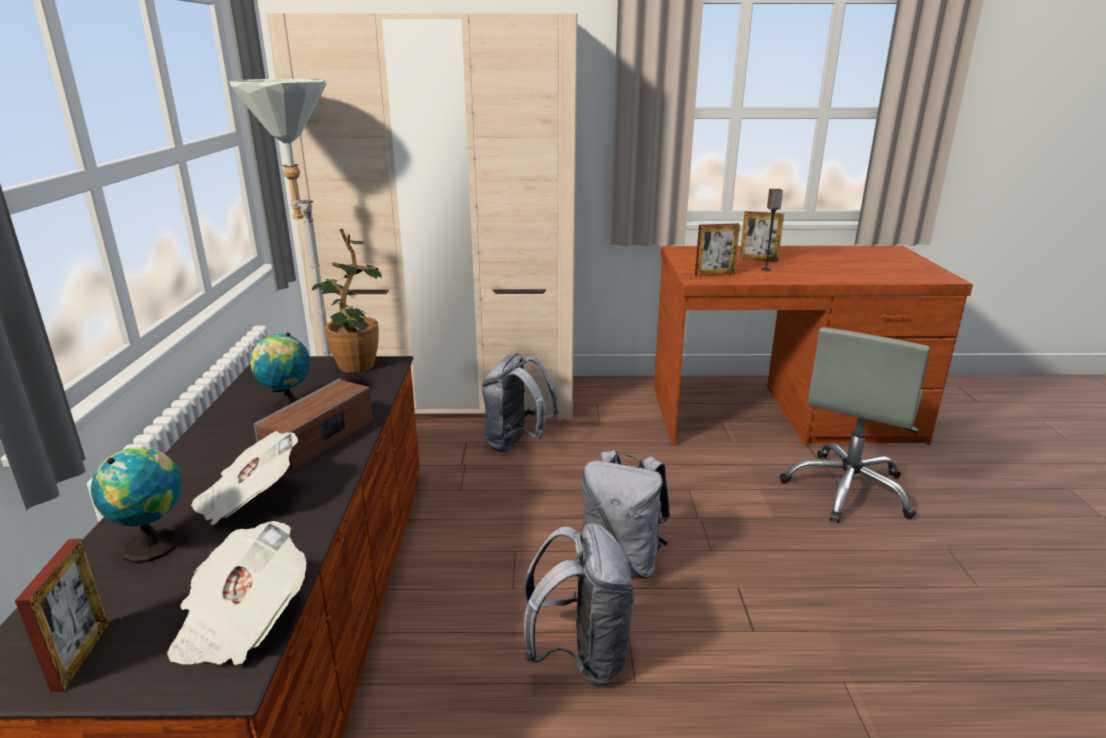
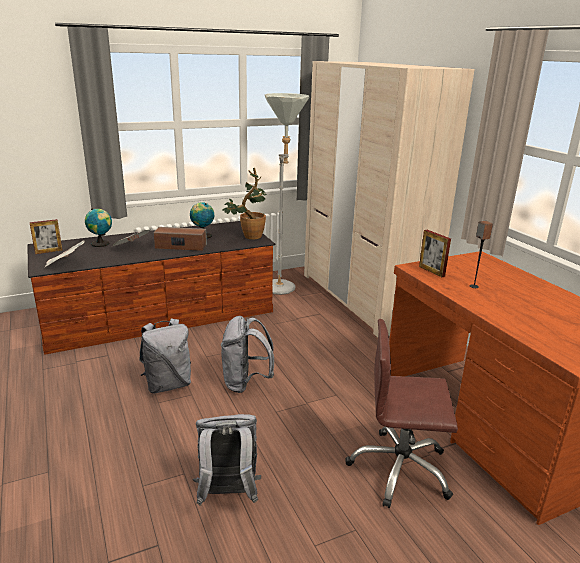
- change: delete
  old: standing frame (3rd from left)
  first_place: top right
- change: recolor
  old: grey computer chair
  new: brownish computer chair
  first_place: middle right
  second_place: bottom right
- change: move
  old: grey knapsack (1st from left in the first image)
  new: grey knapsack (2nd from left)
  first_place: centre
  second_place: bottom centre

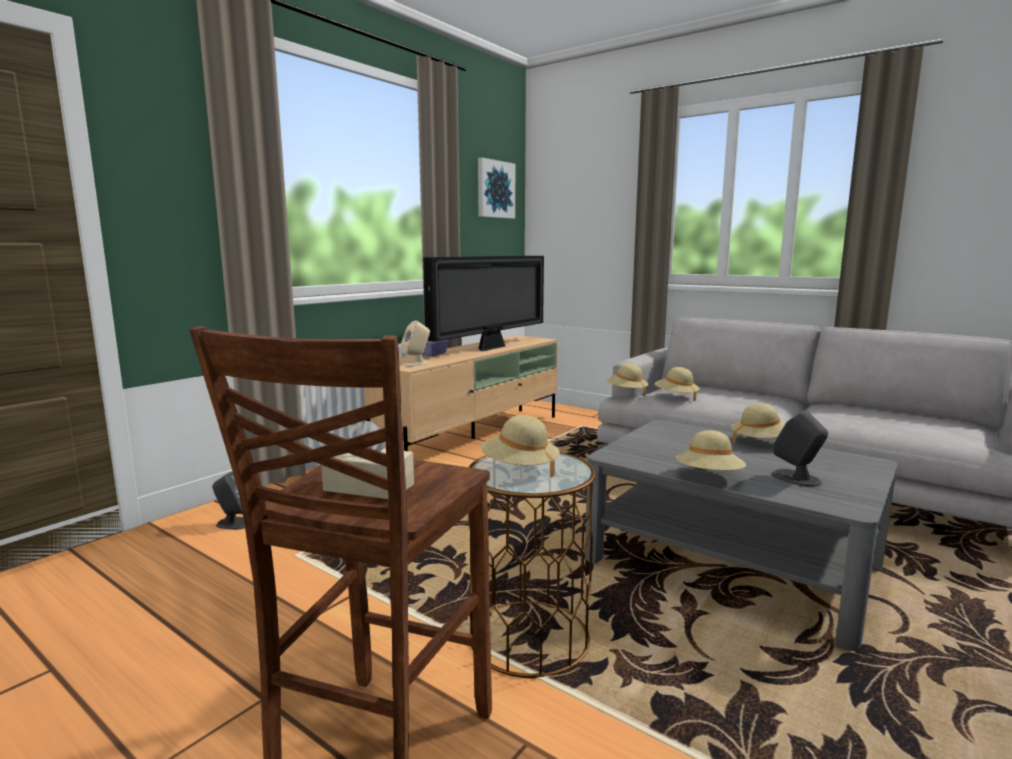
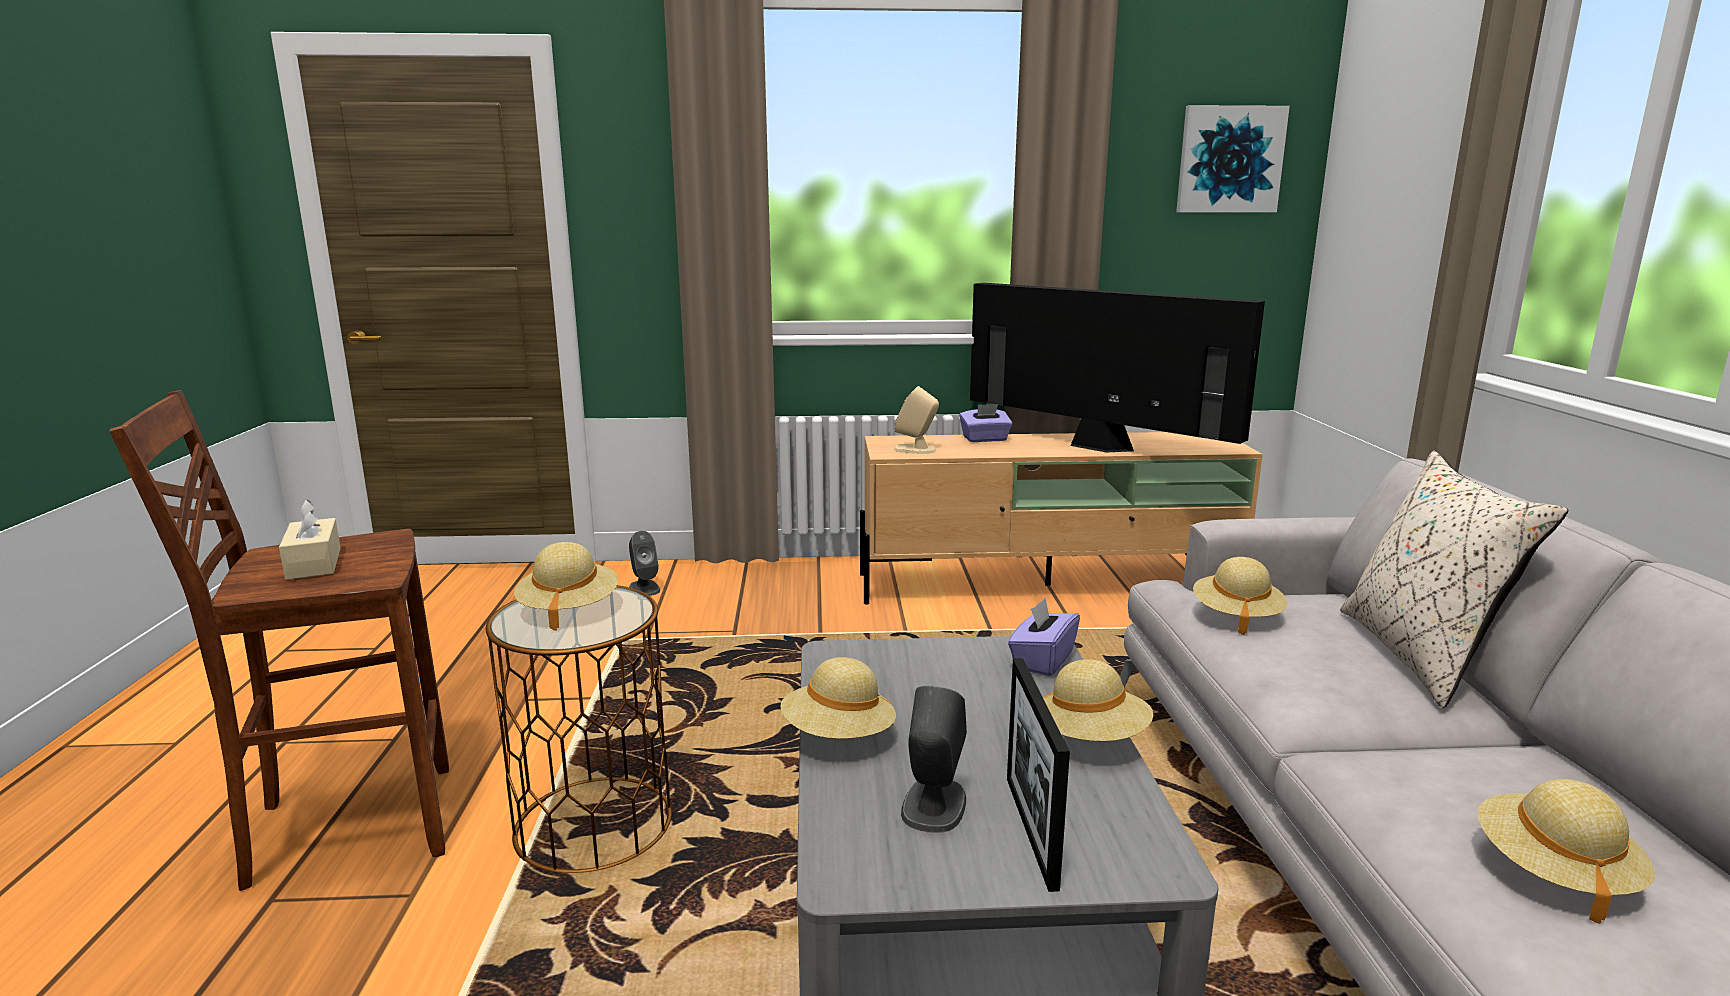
- change: rotate
  old: television
  first_place: centre
  second_place: centre
  degrees: -135
- change: move
  old: beige-coloured wearable hat (2nd from left in the first image)
  new: beige-coloured wearable hat (5th from left)
  first_place: centre
  second_place: bottom right
- change: insert
  new: beige-coloured throw pillow
  second_place: middle right
- change: insert
  new: purplish box of tissues (2nd from left)
  second_place: centre
- change: insert
  new: standing frame
  second_place: bottom centre

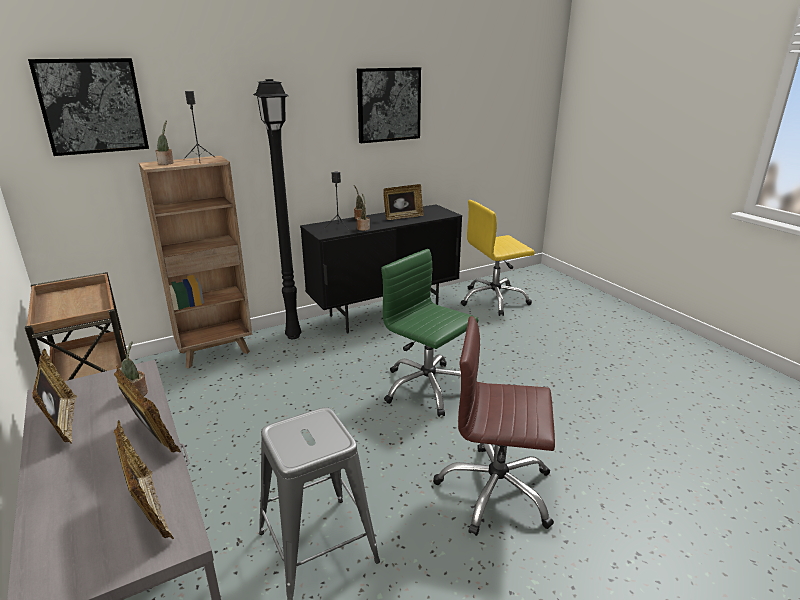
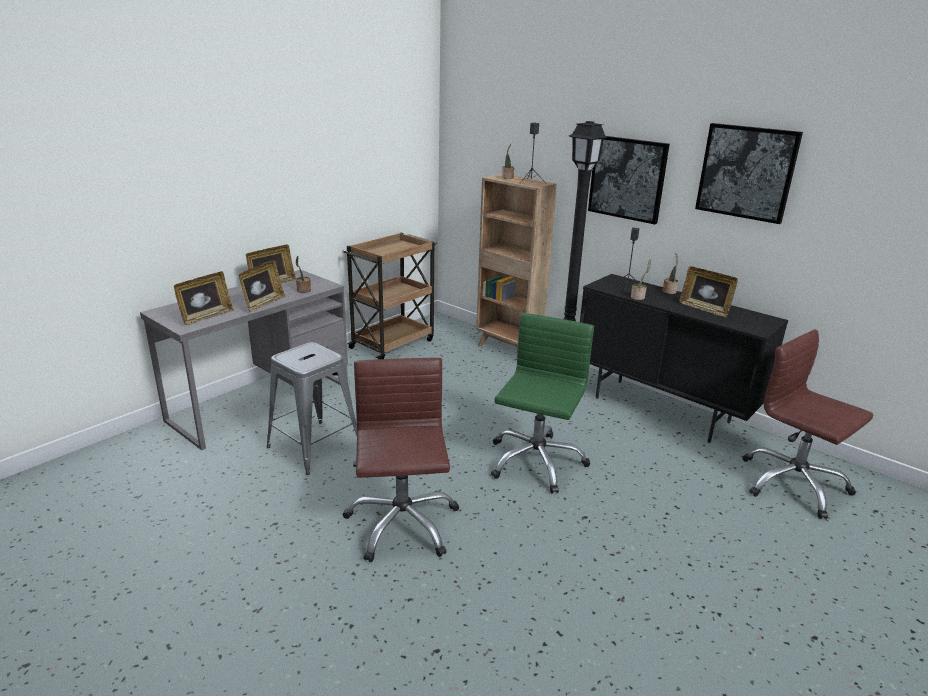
- change: move
  old: wall picture (1st from left)
  first_place: top left
  second_place: top right
- change: recolor
  old: yellowish computer chair
  new: brownish computer chair (2nd from left)
  first_place: centre
  second_place: middle right

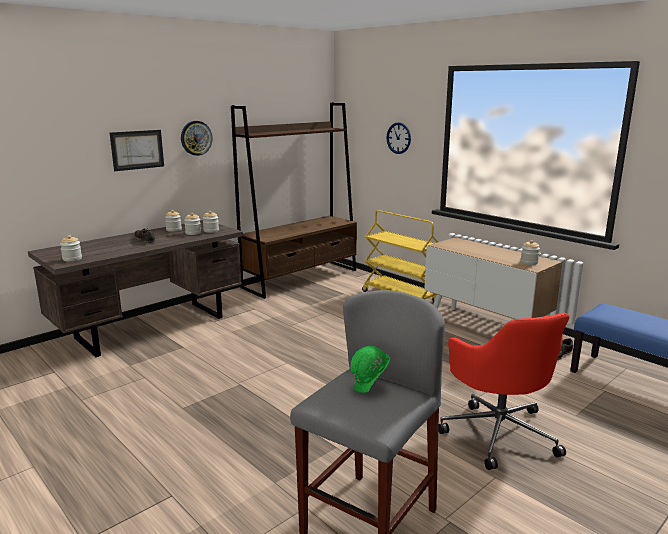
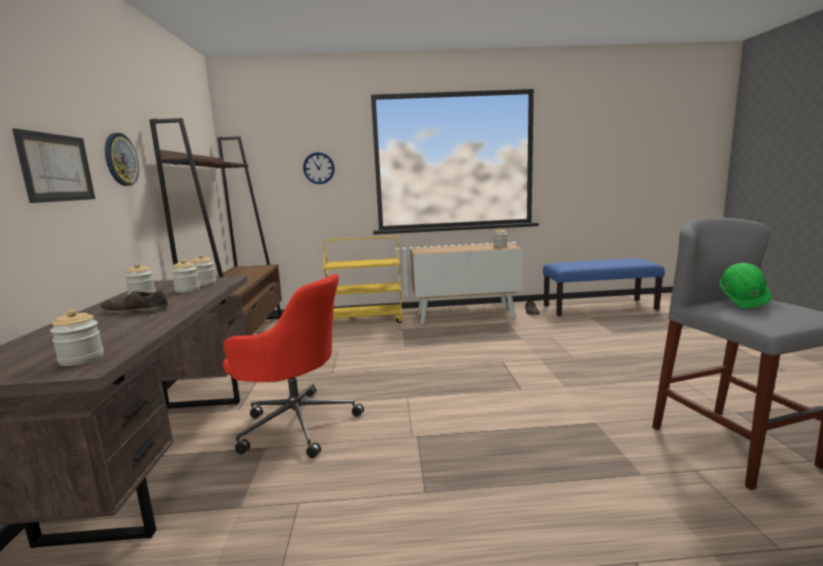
- change: move
  old: reddish computer chair
  first_place: bottom right
  second_place: centre

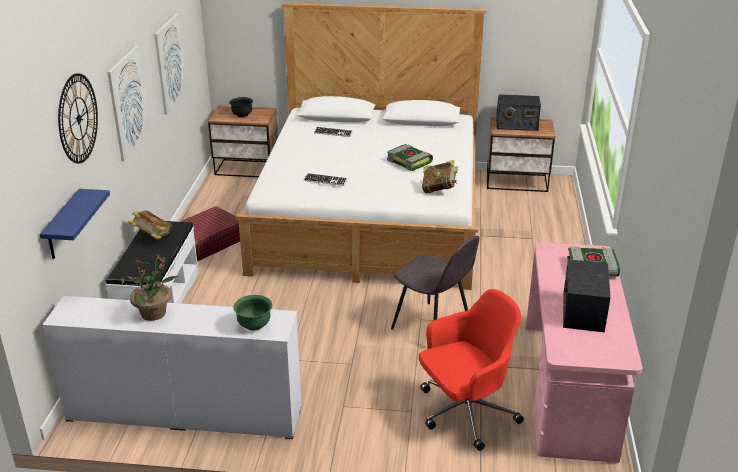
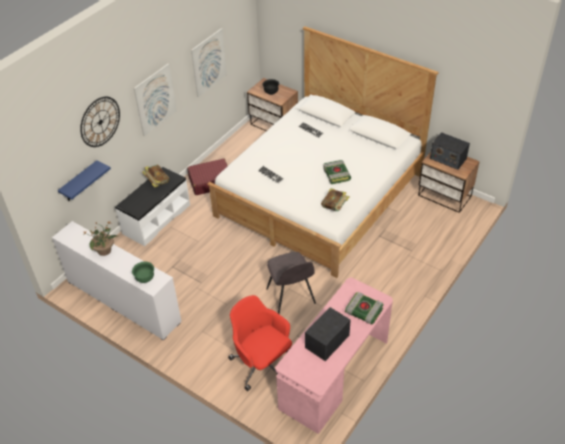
- change: rotate
  old: reddish computer chair
  first_place: bottom centre
  second_place: bottom centre
  degrees: -135

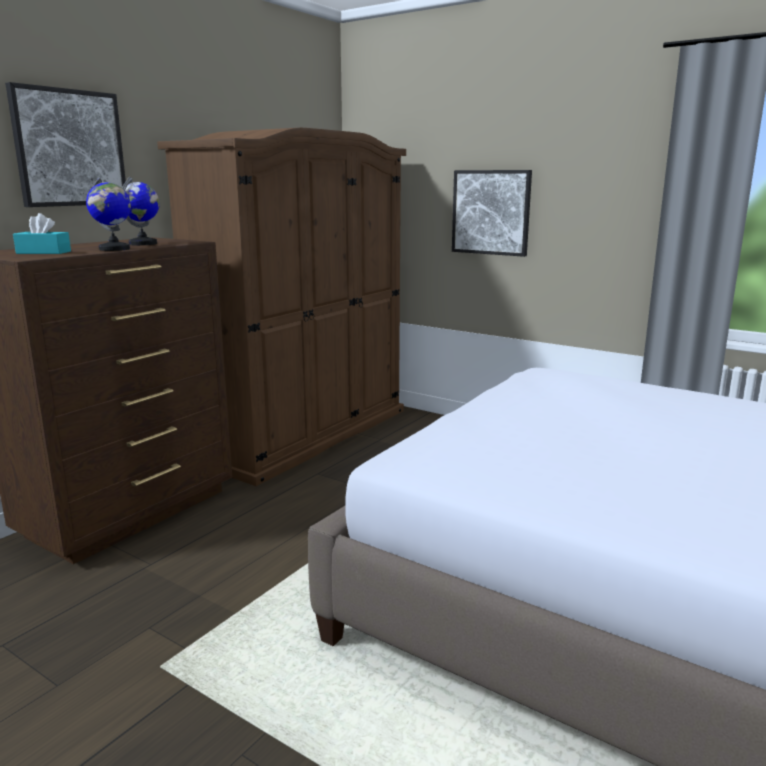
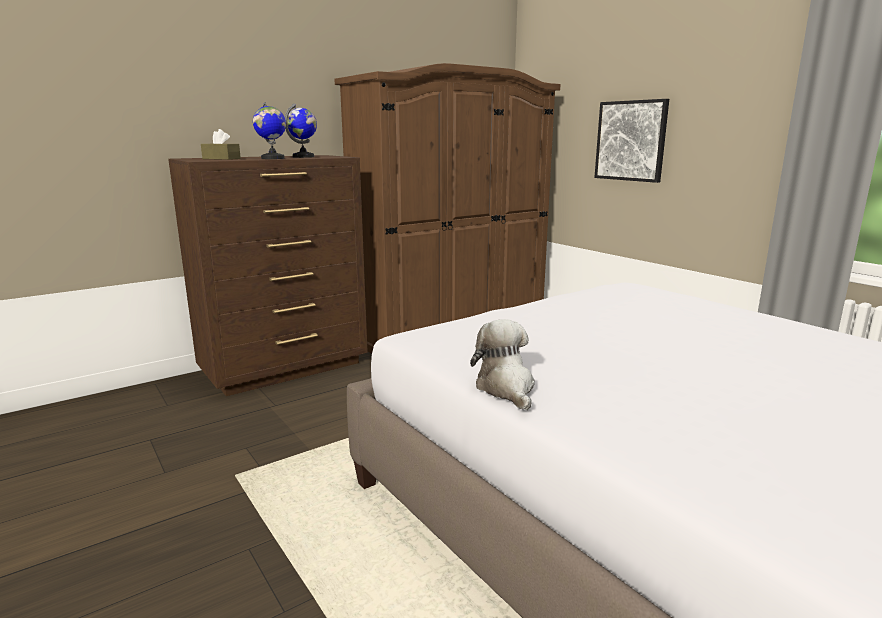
- change: delete
  old: wall picture (1st from left)
  first_place: top left
- change: recolor
  old: blue-green box of tissues
  new: brownish box of tissues
  first_place: top left
  second_place: top left
- change: insert
  new: cuddly toy
  second_place: centre

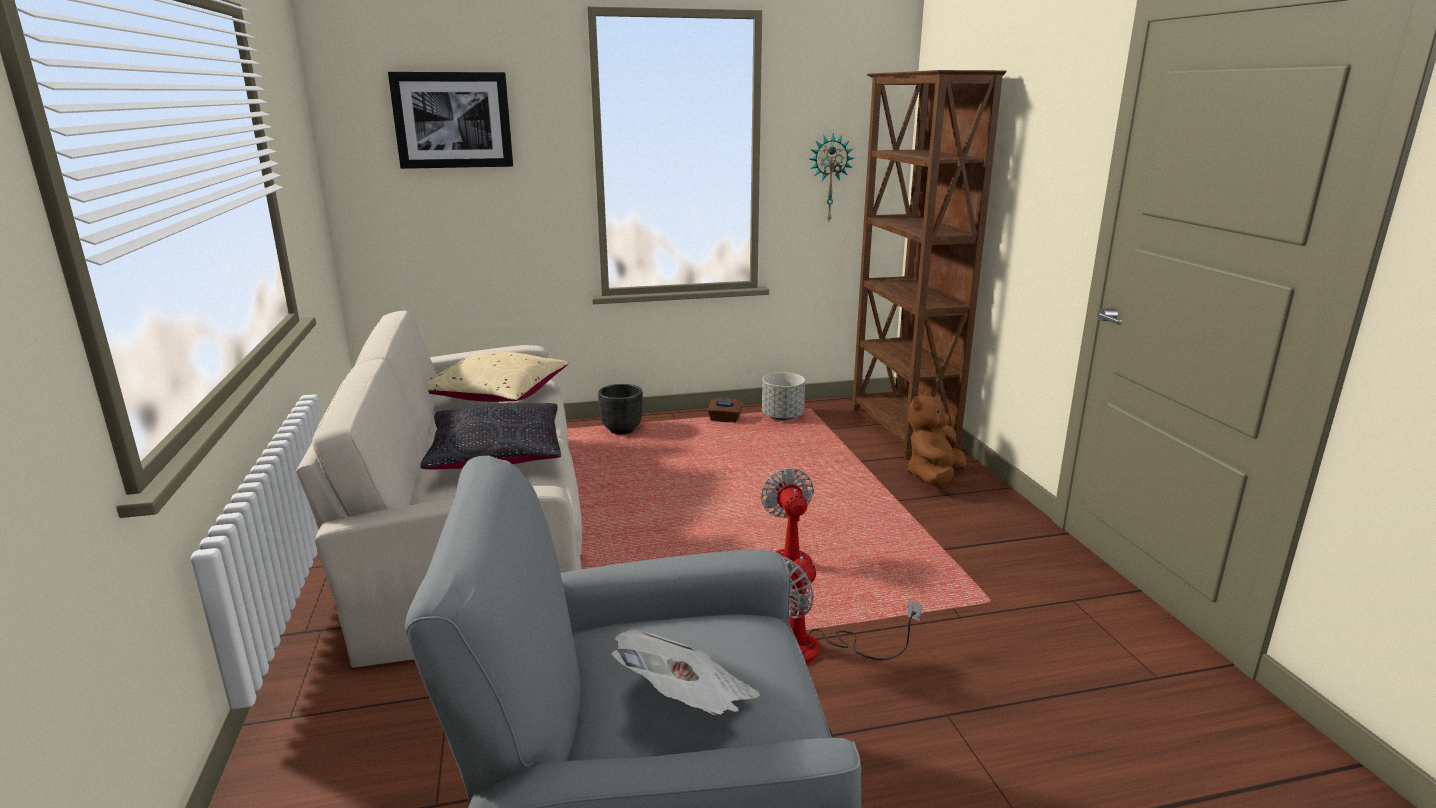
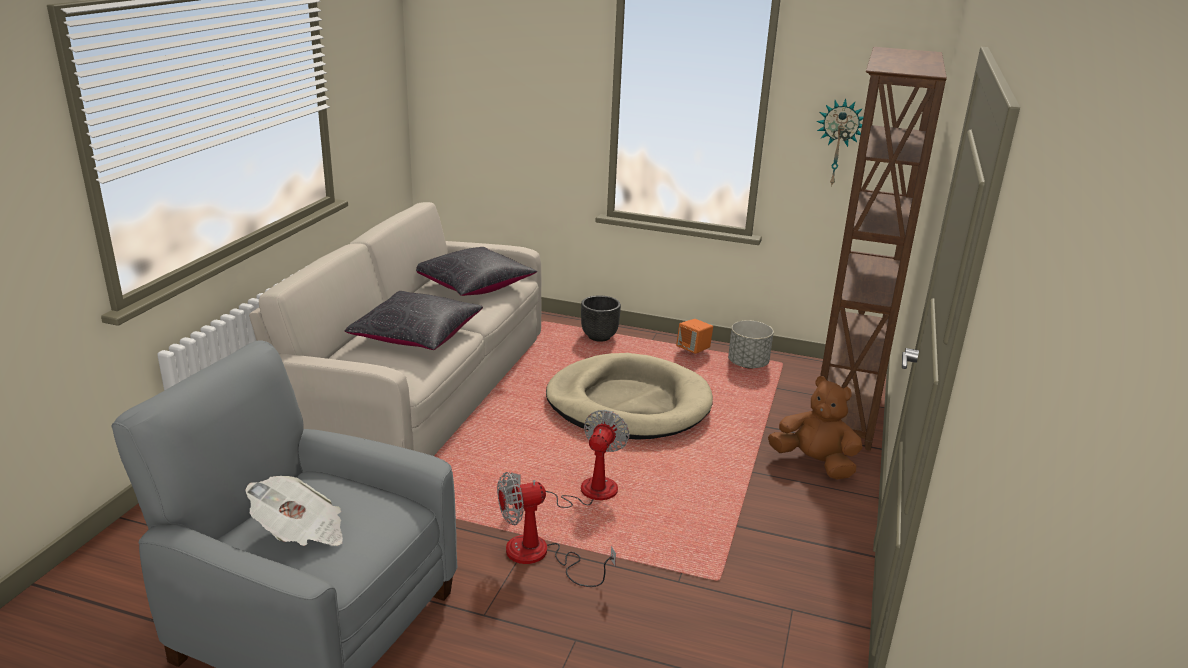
- change: delete
  old: wall picture
  first_place: top left
- change: recolor
  old: beige-coloured throw pillow
  new: black throw pillow (2nd from left)
  first_place: centre
  second_place: centre
- change: rotate
  old: brownish cuddly toy
  first_place: centre
  second_place: middle right
  degrees: 60
- change: replace
  old: brownish box of tissues
  new: orange audio speaker
  first_place: centre
  second_place: centre
- change: insert
  new: beige-coloured pet bed
  second_place: centre

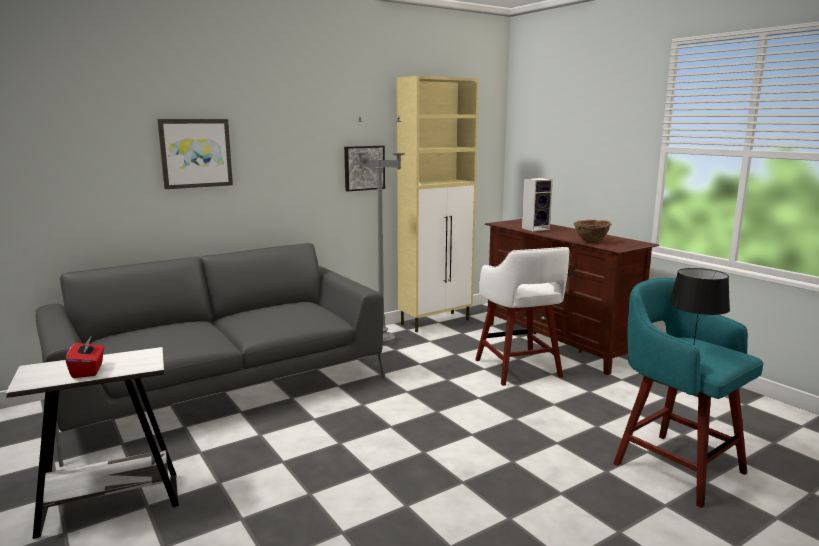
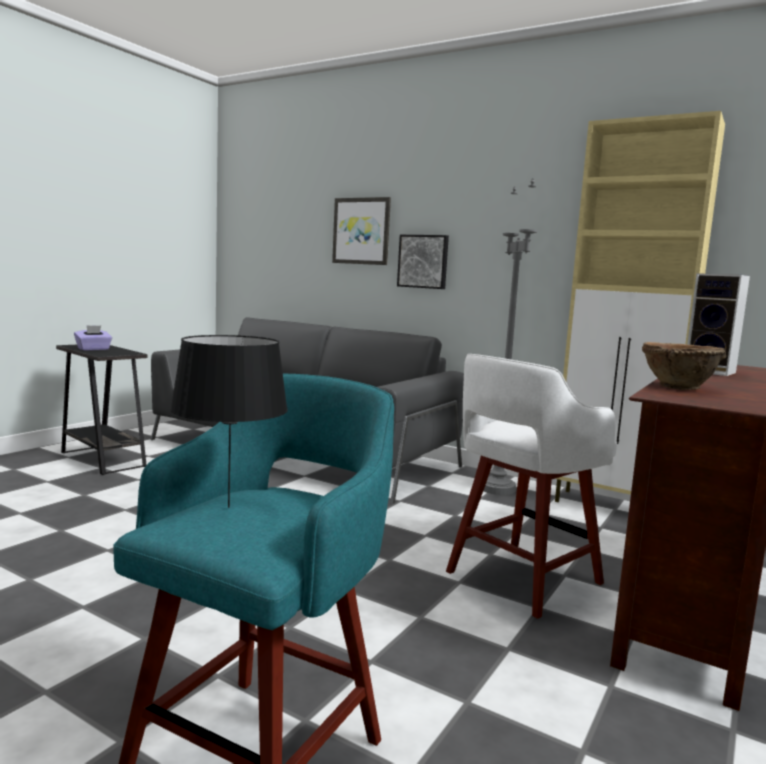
- change: move
  old: wall picture (2nd from left)
  first_place: top centre
  second_place: centre
- change: recolor
  old: reddish box of tissues
  new: purplish box of tissues
  first_place: middle left
  second_place: middle left
- change: recolor
  old: white-coloured end table
  new: black end table
  first_place: bottom left
  second_place: middle left

